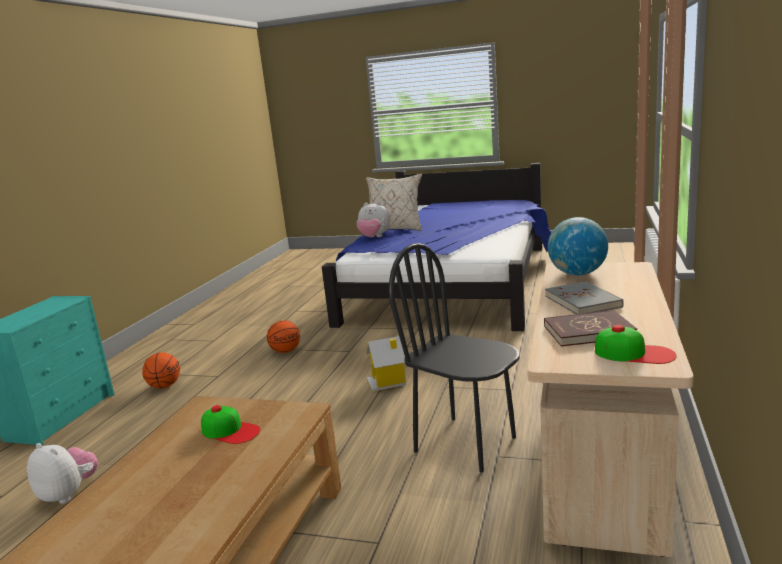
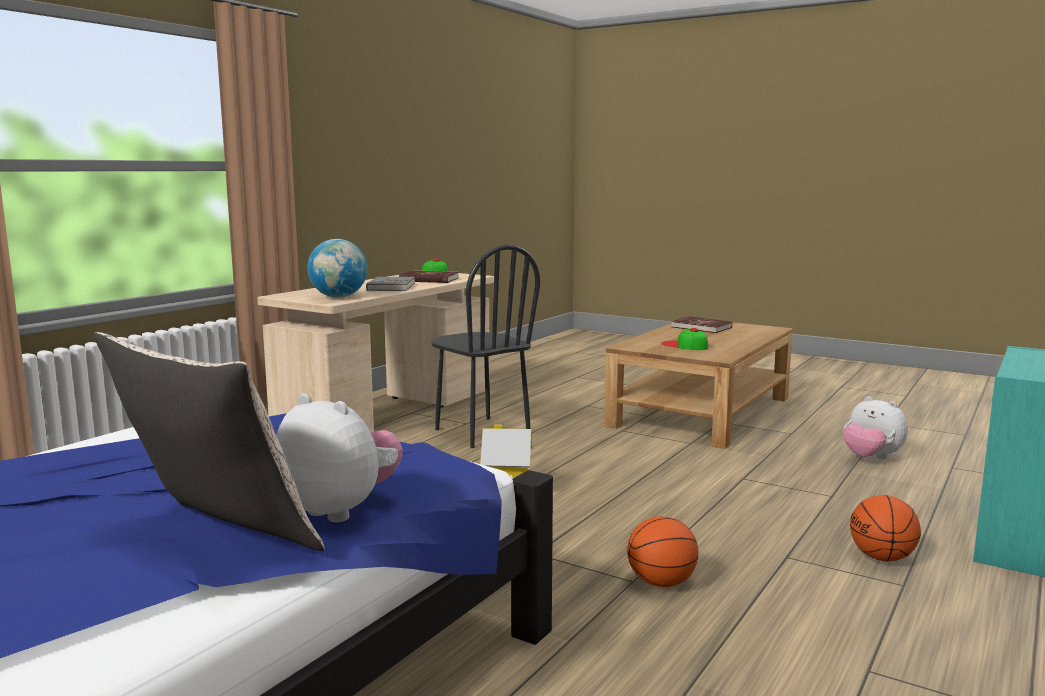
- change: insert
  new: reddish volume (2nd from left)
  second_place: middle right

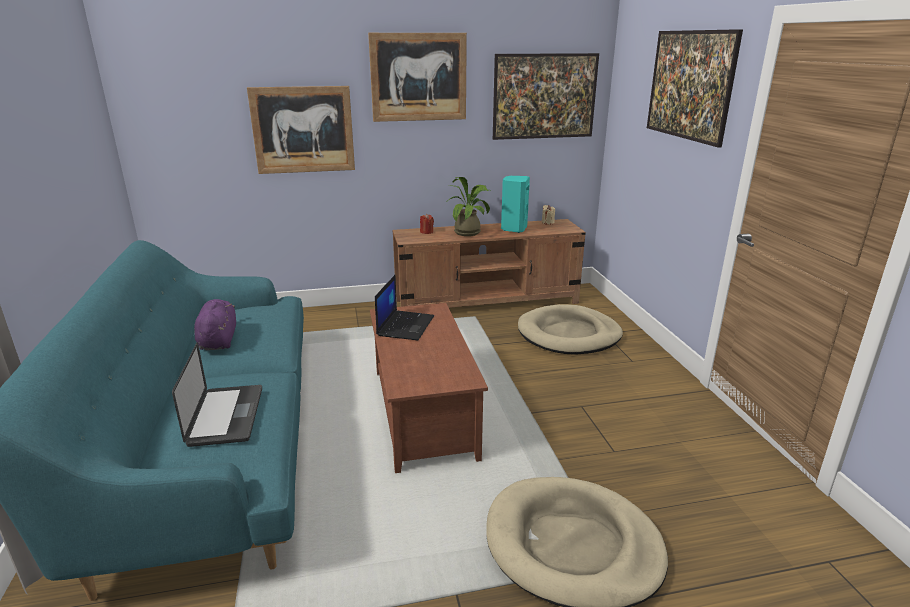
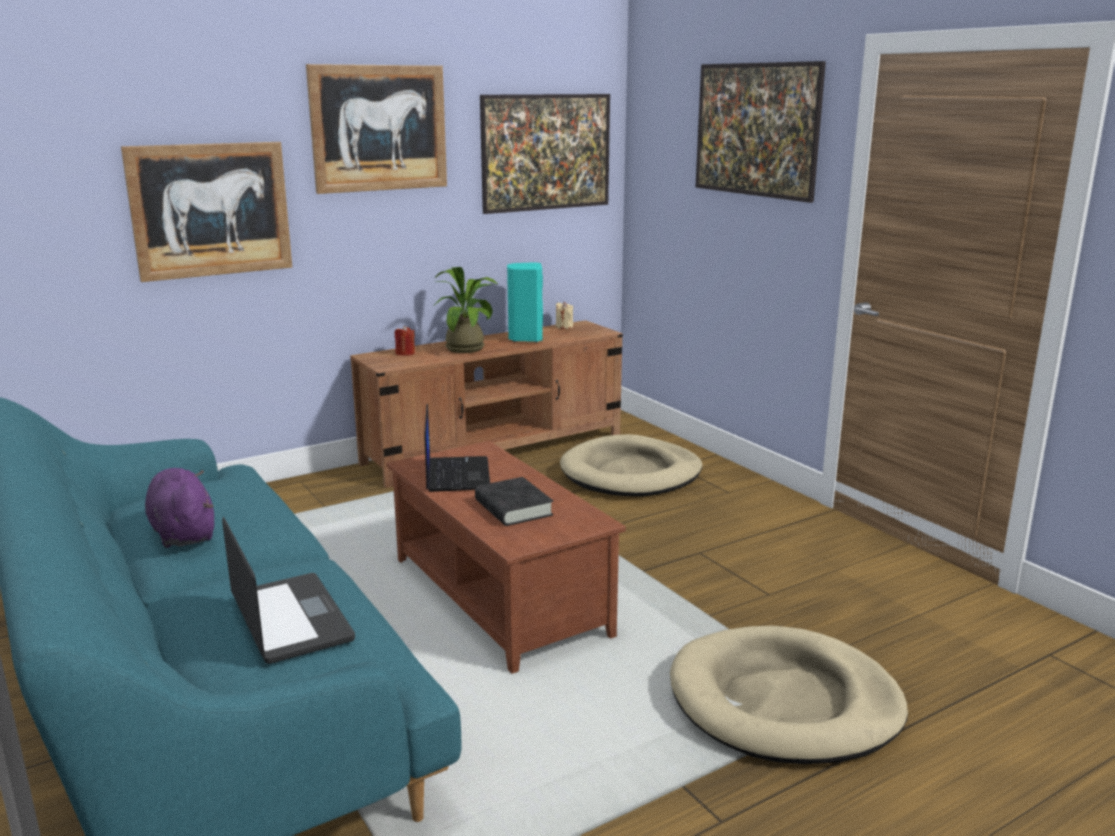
- change: insert
  new: black volume
  second_place: centre

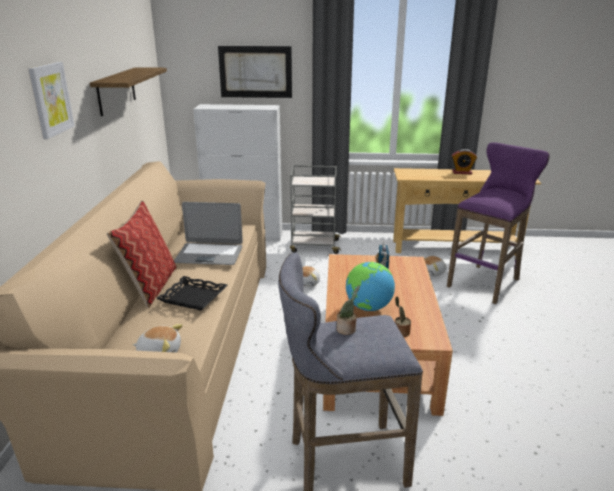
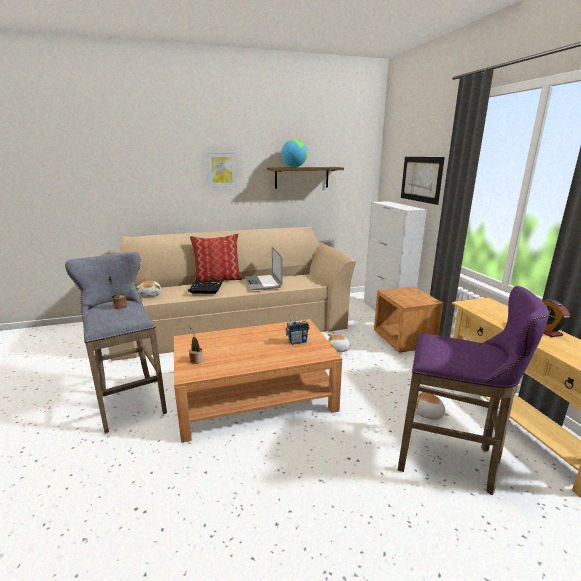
- change: replace
  old: grey wheeled cart
  new: brownish bedside table
  first_place: centre
  second_place: middle right
- change: move
  old: desk globe
  first_place: centre
  second_place: top centre

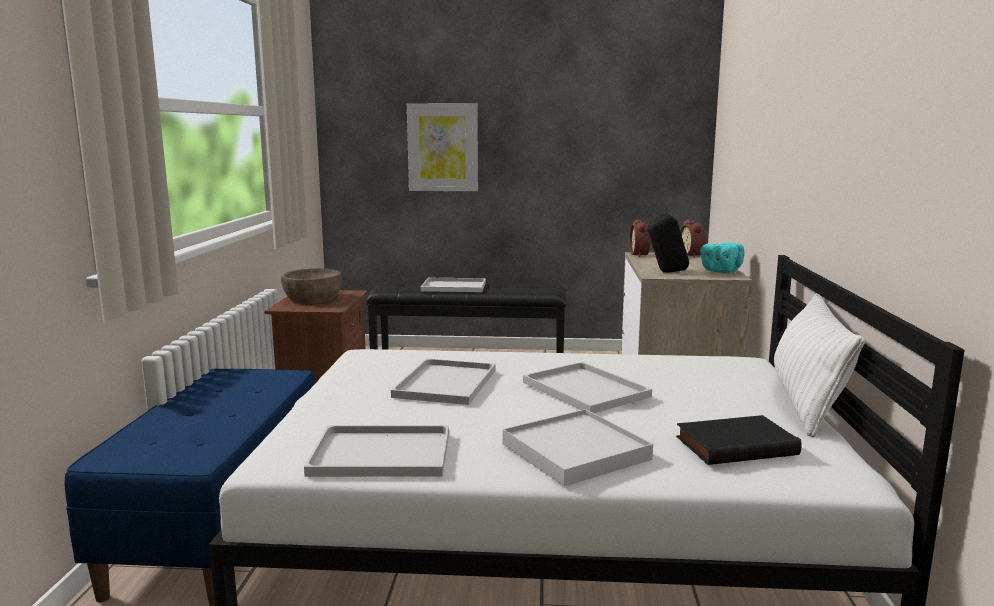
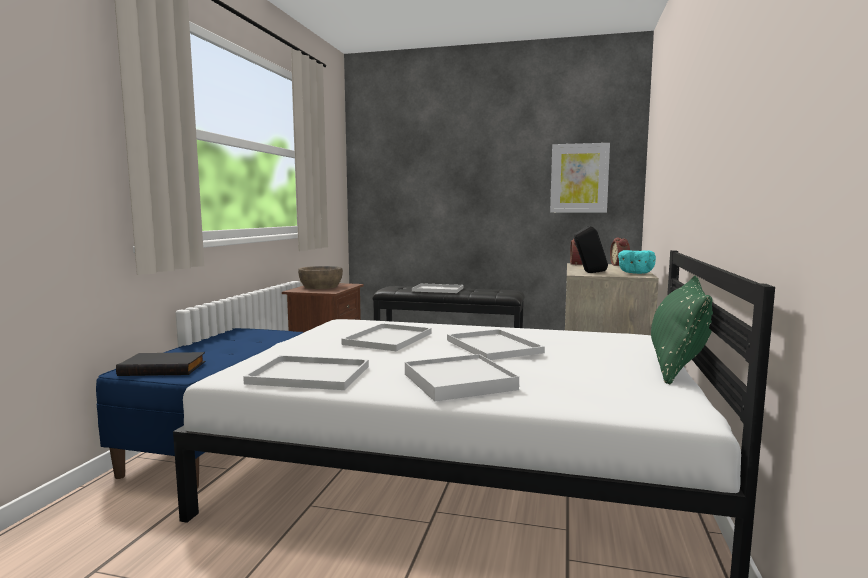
- change: move
  old: wall picture
  first_place: top centre
  second_place: top right
- change: recolor
  old: white-coloured throw pillow
  new: green-coloured throw pillow
  first_place: middle right
  second_place: middle right
- change: move
  old: black volume
  first_place: bottom right
  second_place: middle left

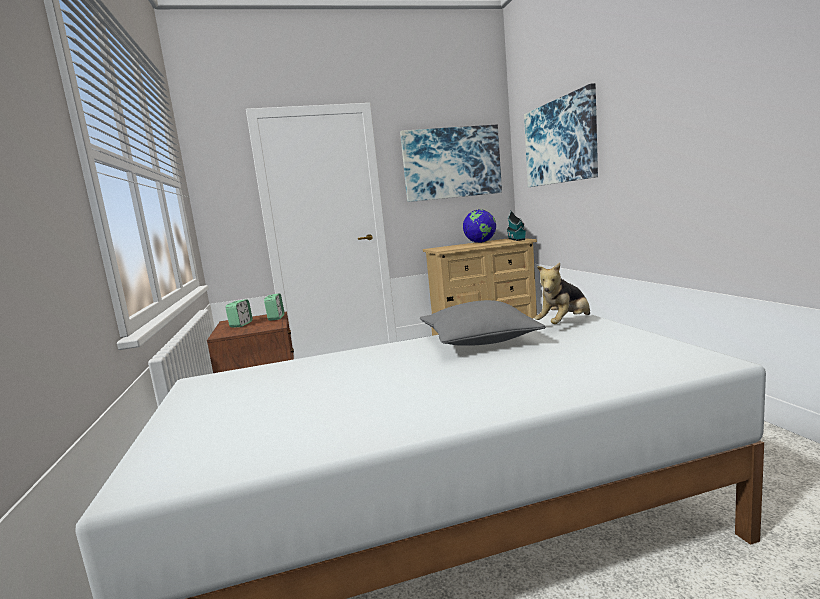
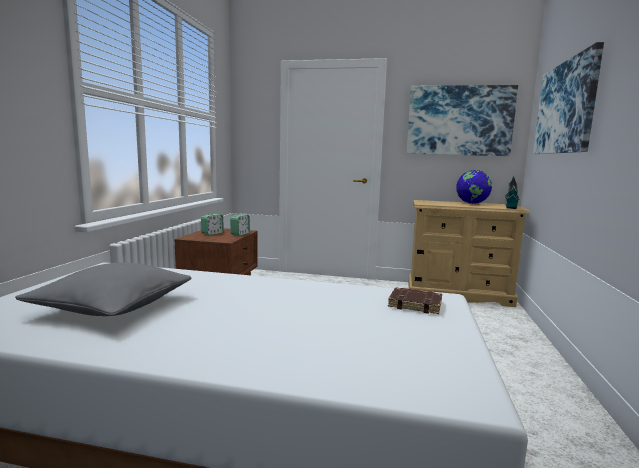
- change: replace
  old: cuddly toy
  new: brownish volume
  first_place: middle right
  second_place: centre
- change: move
  old: grey throw pillow
  first_place: centre
  second_place: middle left

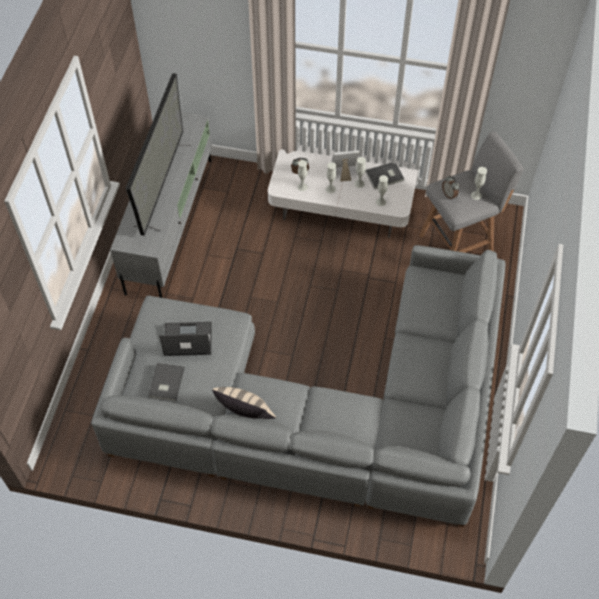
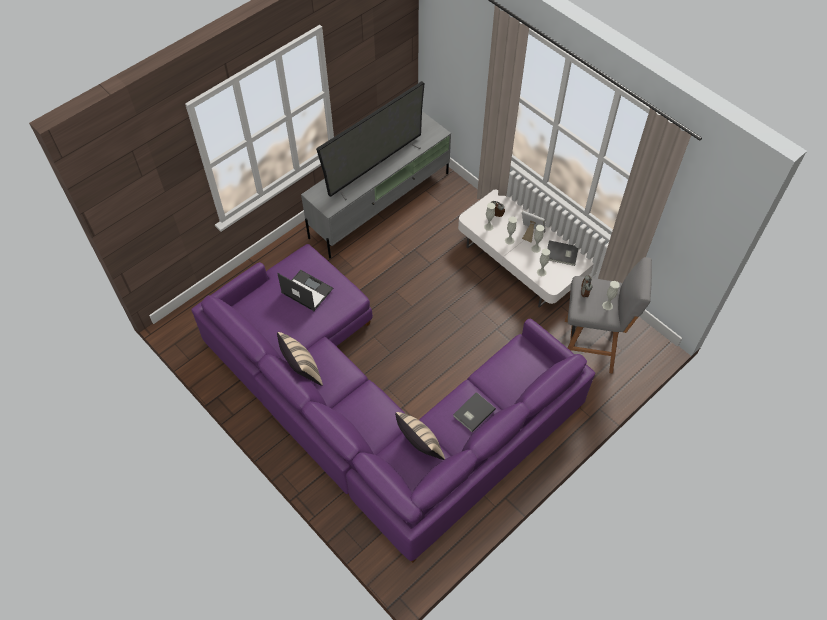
- change: recolor
  old: grey couch
  new: purplish couch
  first_place: centre
  second_place: centre
- change: move
  old: grey volume (1st from left)
  first_place: middle left
  second_place: centre
- change: insert
  new: beige-coloured throw pillow (2nd from left)
  second_place: bottom centre

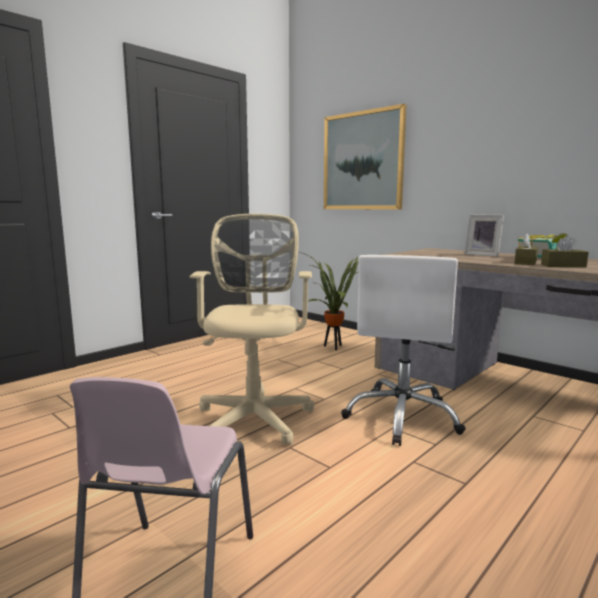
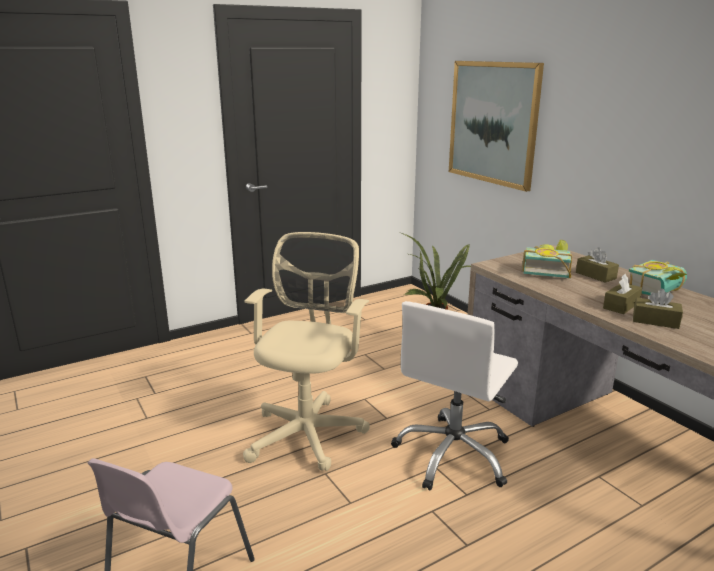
- change: replace
  old: standing frame
  new: brownish box of tissues (1st from left)
  first_place: middle right
  second_place: middle right
- change: insert
  new: volume (1st from left)
  second_place: middle right

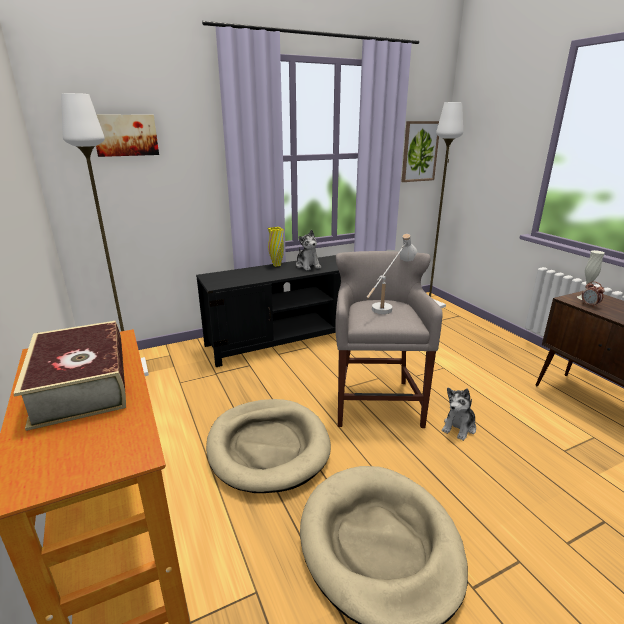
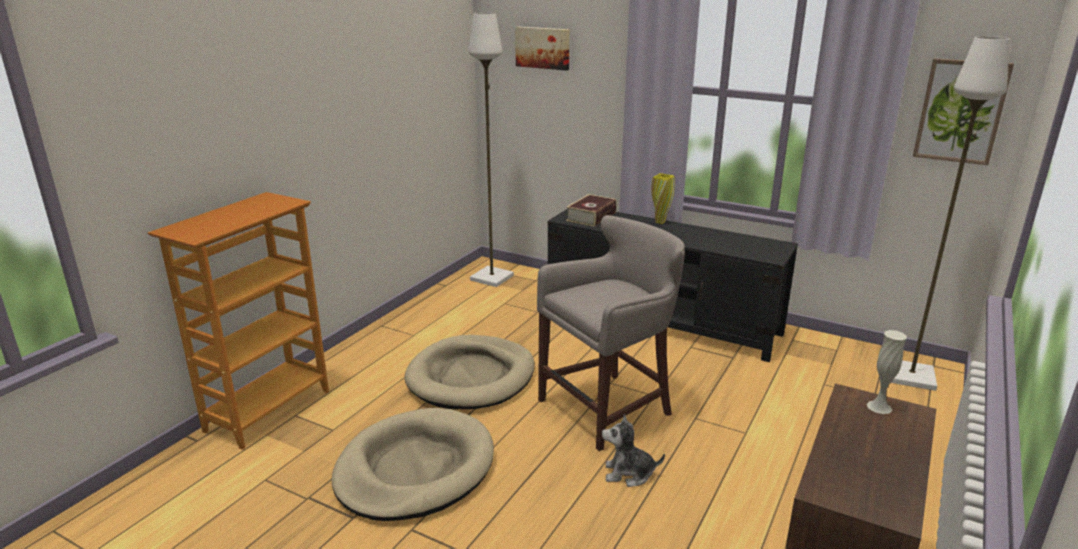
- change: delete
  old: cuddly toy (1st from left)
  first_place: centre
- change: delete
  old: white-coloured table lamp
  first_place: centre
- change: delete
  old: bedside clock
  first_place: middle right
- change: move
  old: volume
  first_place: middle left
  second_place: centre

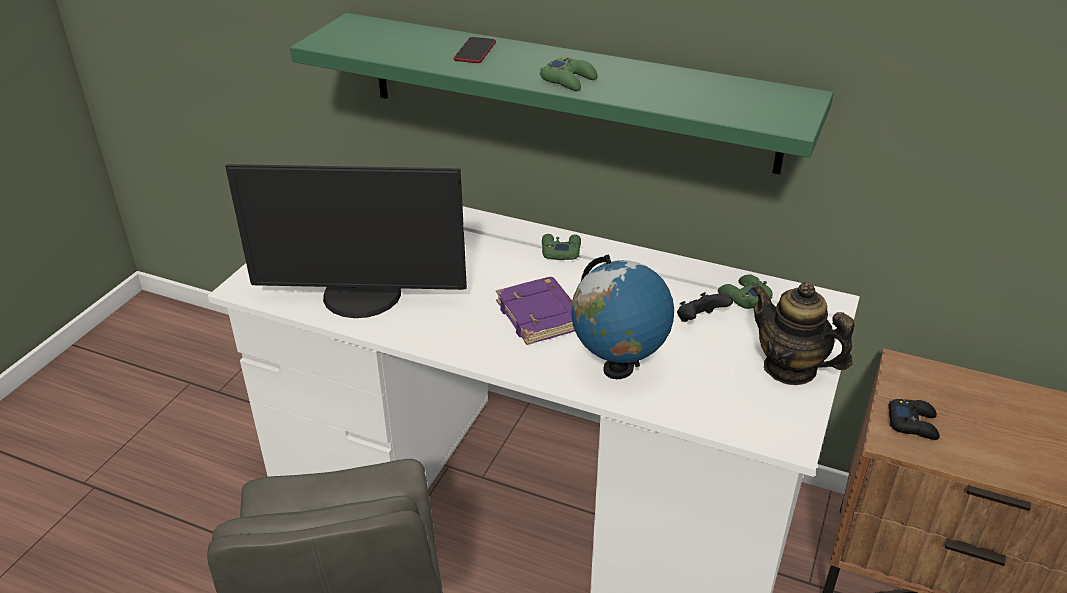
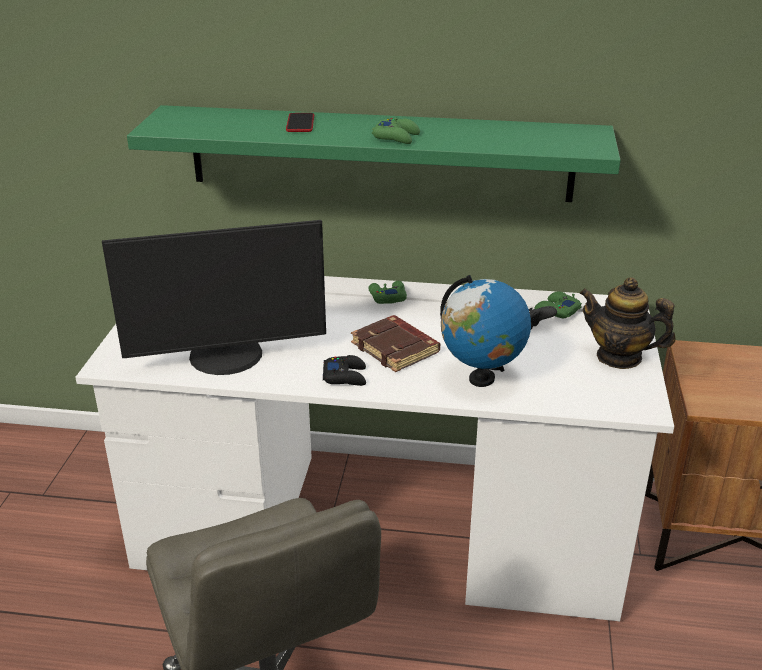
- change: recolor
  old: purplish volume
  new: brownish volume
  first_place: centre
  second_place: centre
- change: move
  old: black gamepad (2nd from left in the first image)
  new: black gamepad (1st from left)
  first_place: bottom right
  second_place: centre

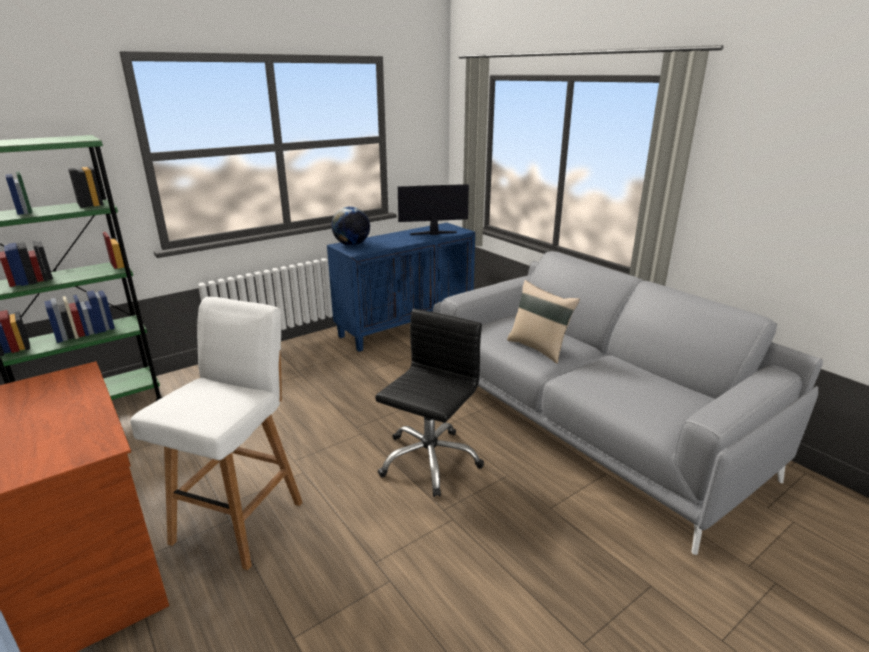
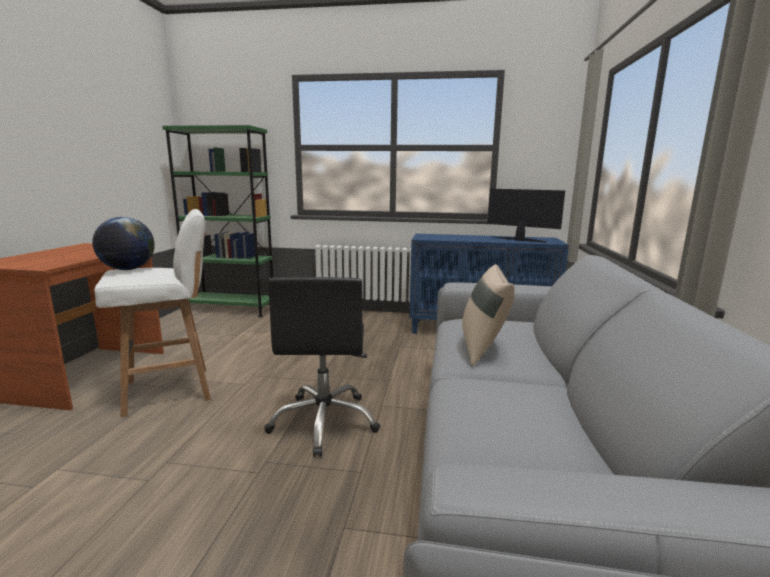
- change: move
  old: desk globe
  first_place: centre
  second_place: middle left
- change: rotate
  old: black computer chair
  first_place: centre
  second_place: centre
  degrees: 105

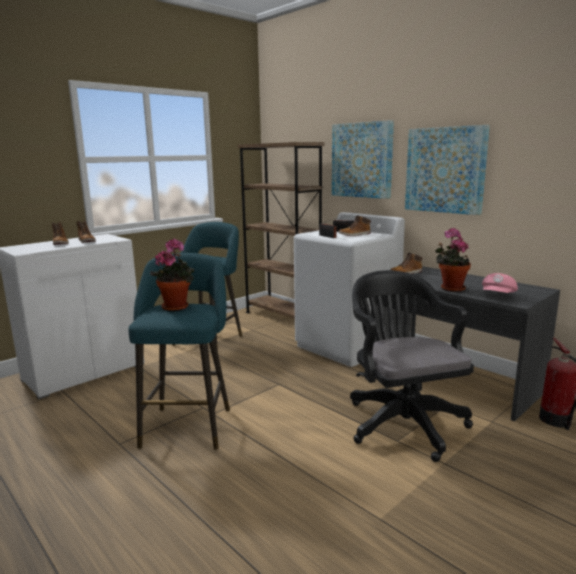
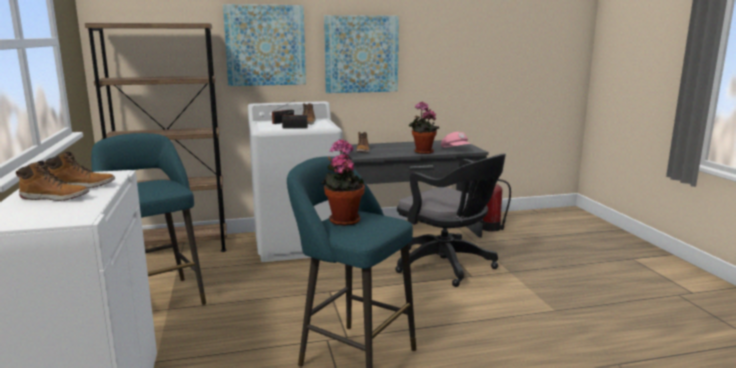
- change: rotate
  old: black computer chair
  first_place: middle right
  second_place: centre
  degrees: -150

